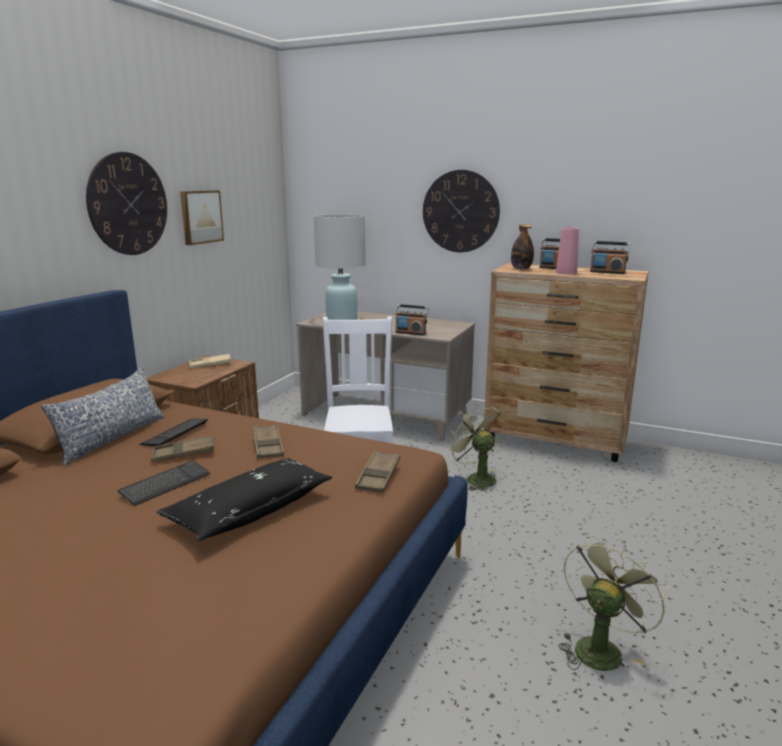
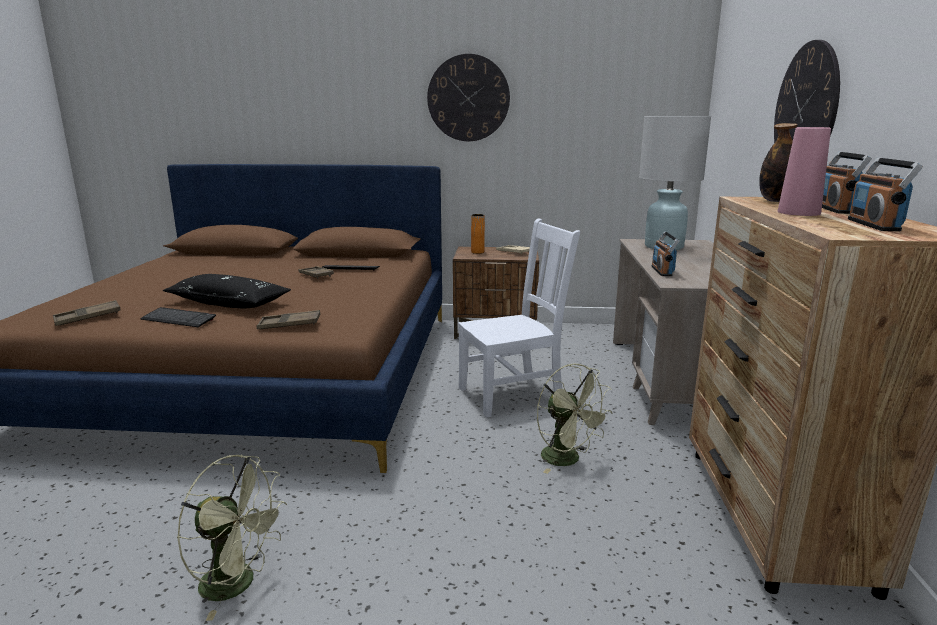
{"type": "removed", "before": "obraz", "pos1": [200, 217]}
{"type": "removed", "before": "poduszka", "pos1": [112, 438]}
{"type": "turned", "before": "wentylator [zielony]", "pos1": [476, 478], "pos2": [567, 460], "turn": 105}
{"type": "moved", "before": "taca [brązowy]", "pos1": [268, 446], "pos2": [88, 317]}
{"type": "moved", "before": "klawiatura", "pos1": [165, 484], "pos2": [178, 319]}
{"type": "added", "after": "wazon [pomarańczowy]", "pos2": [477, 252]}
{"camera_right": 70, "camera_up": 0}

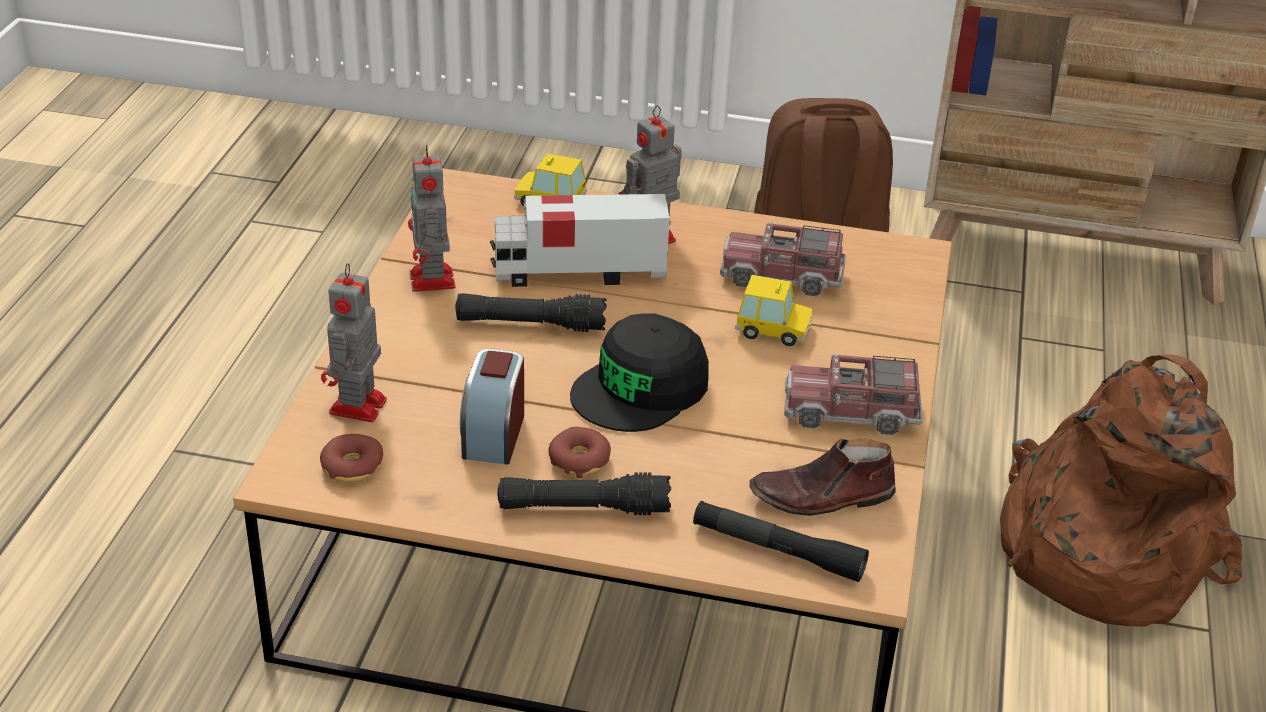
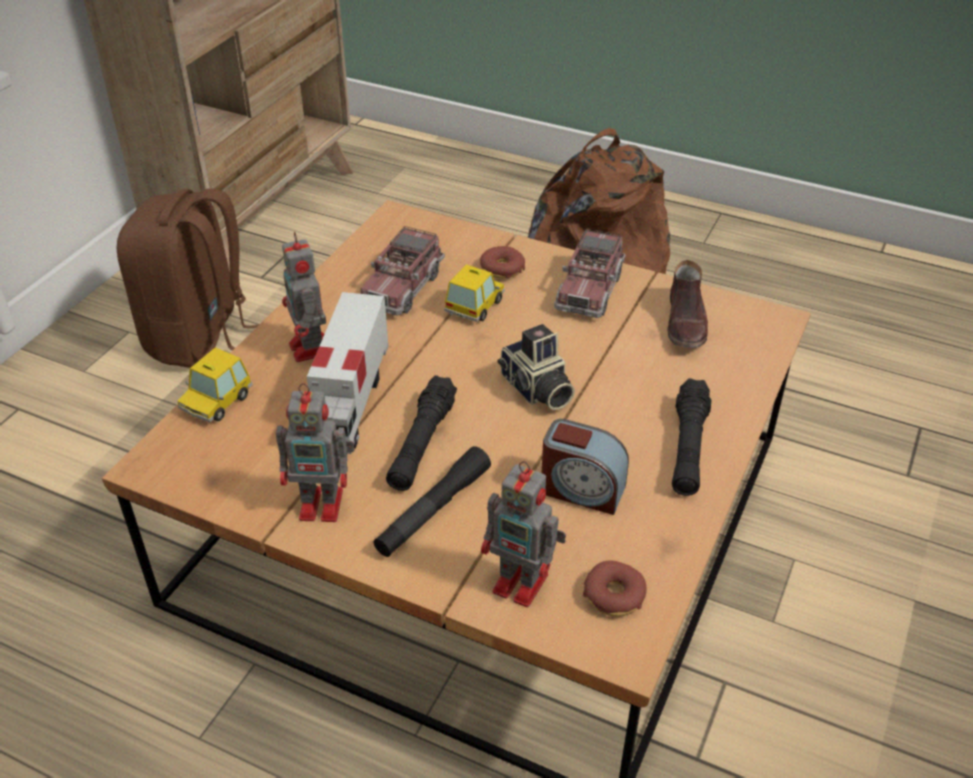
{"type": "replaced", "before": "czapka z daszkiem [czarny]", "after": "aparat fotograficzny", "pos1": [641, 388], "pos2": [536, 390]}
{"type": "moved", "before": "donut", "pos1": [579, 460], "pos2": [502, 269]}
{"type": "moved", "before": "latarka [czarny]", "pos1": [777, 550], "pos2": [433, 510]}
{"camera_right": -75, "camera_up": 5}

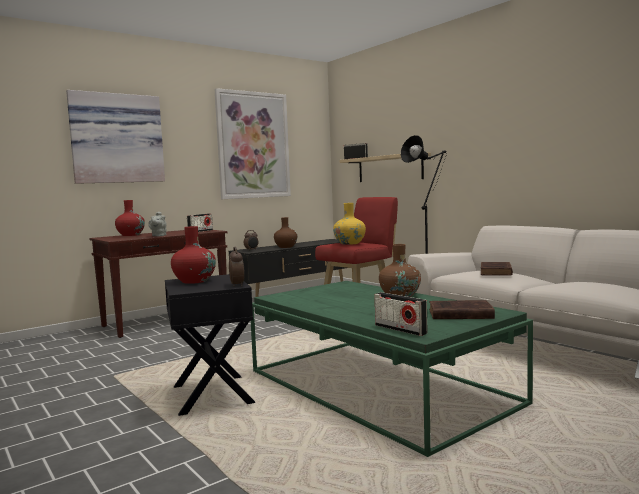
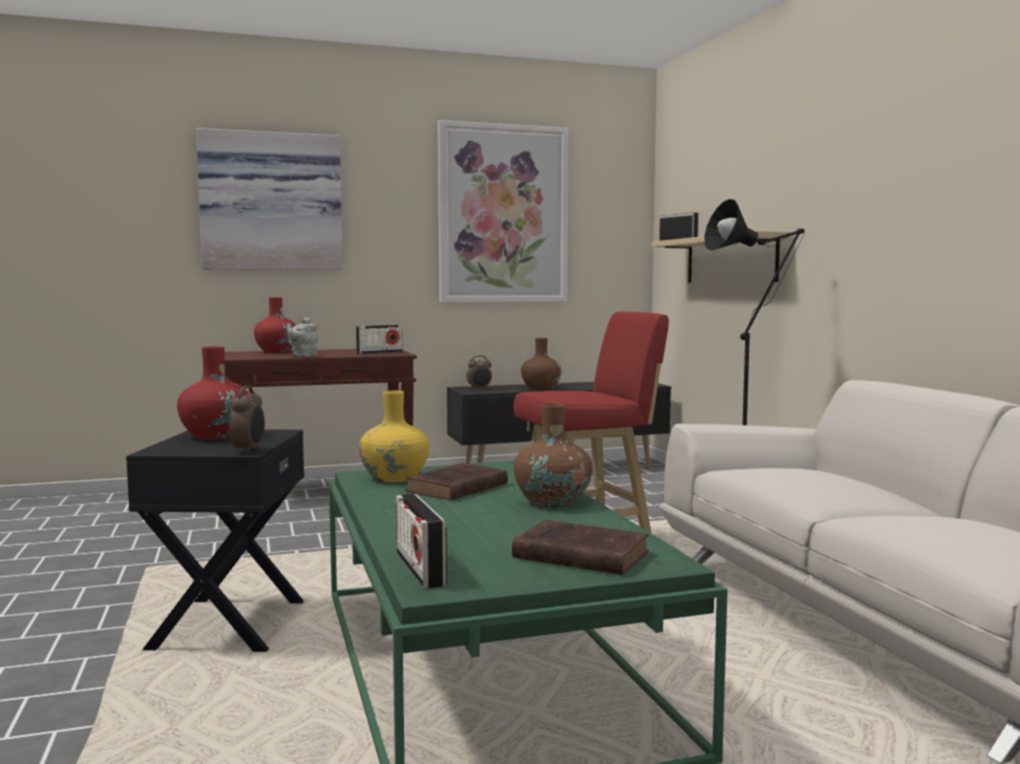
{"type": "moved", "before": "wazon [żółty]", "pos1": [350, 243], "pos2": [394, 478]}
{"type": "moved", "before": "książka [brązowy]", "pos1": [496, 272], "pos2": [455, 488]}
{"camera_right": 20, "camera_up": 0}

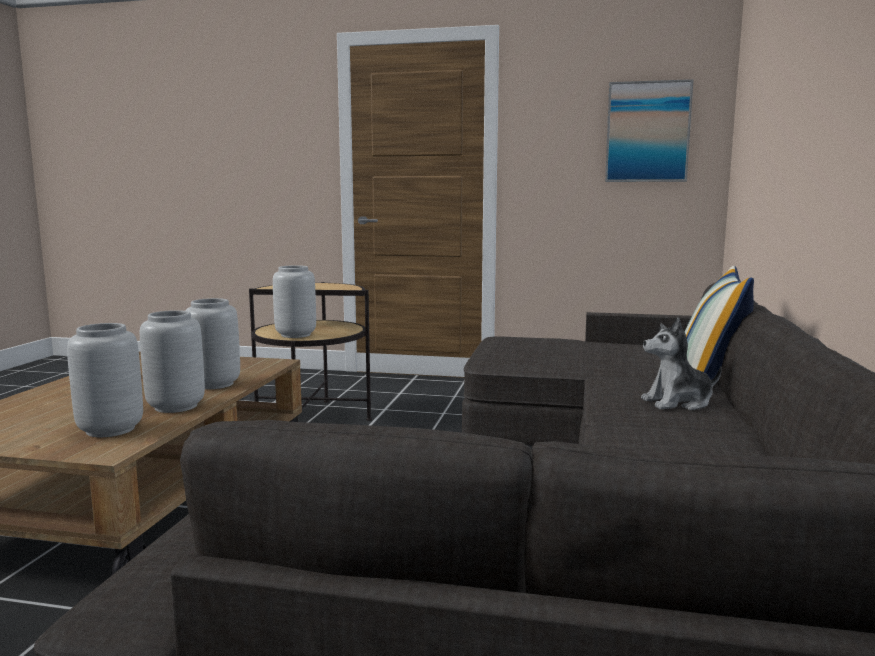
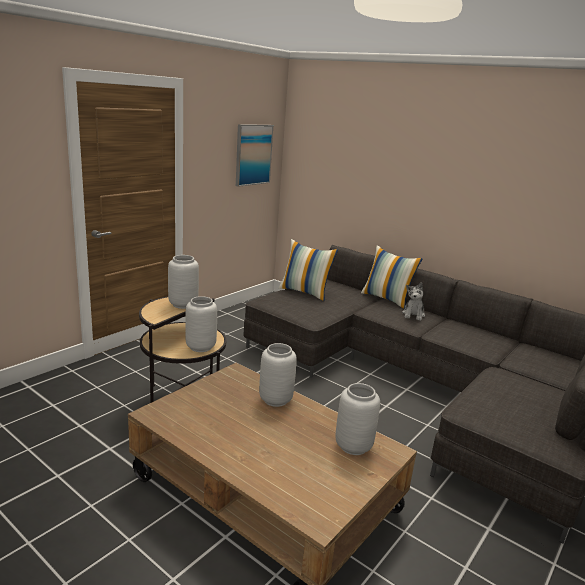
{"type": "moved", "before": "wazon [szary]", "pos1": [174, 406], "pos2": [183, 305]}
{"type": "added", "after": "poduszka", "pos2": [305, 292]}
{"camera_right": -65, "camera_up": 10}

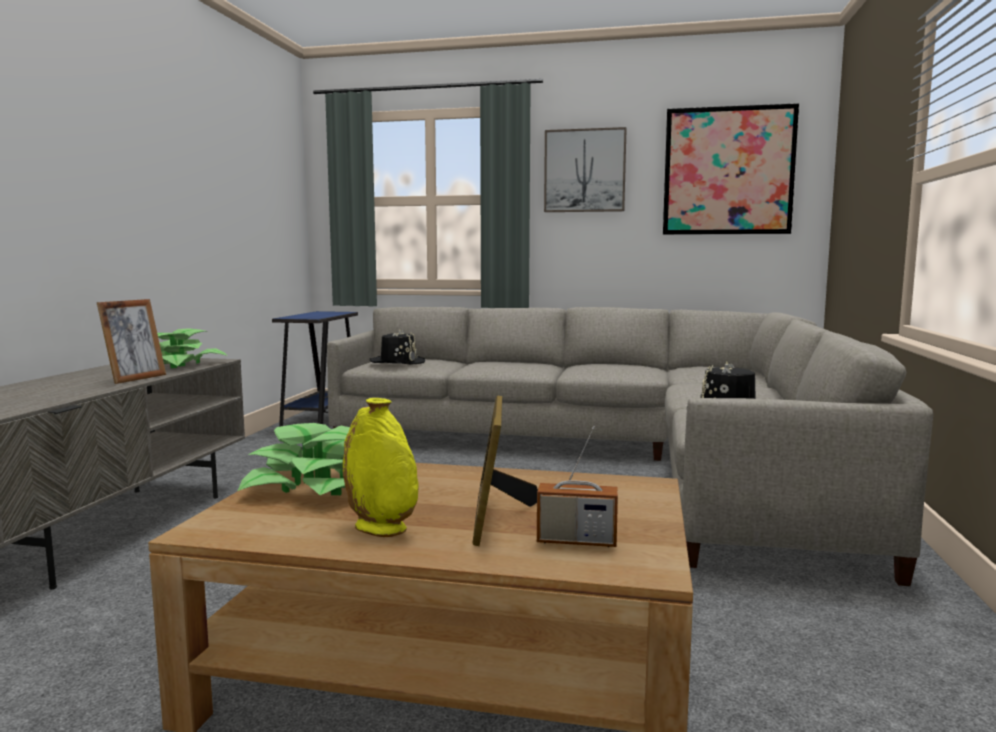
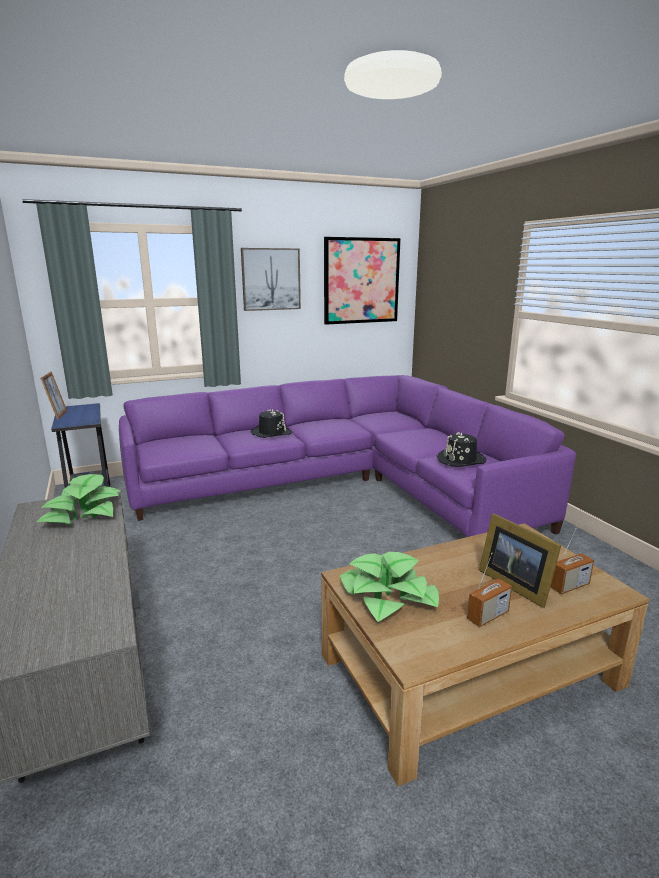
{"type": "moved", "before": "ramka na zdjęcie", "pos1": [135, 379], "pos2": [57, 415]}
{"type": "recoloured", "before": "kanapa [szary]", "after": "kanapa [fioletowy]", "pos1": [616, 458], "pos2": [343, 484]}
{"type": "moved", "before": "kapelusz [czarny]", "pos1": [397, 362], "pos2": [271, 433]}
{"type": "replaced", "before": "wazon [żółty]", "after": "radio", "pos1": [380, 529], "pos2": [488, 616]}
{"camera_right": -35, "camera_up": 10}

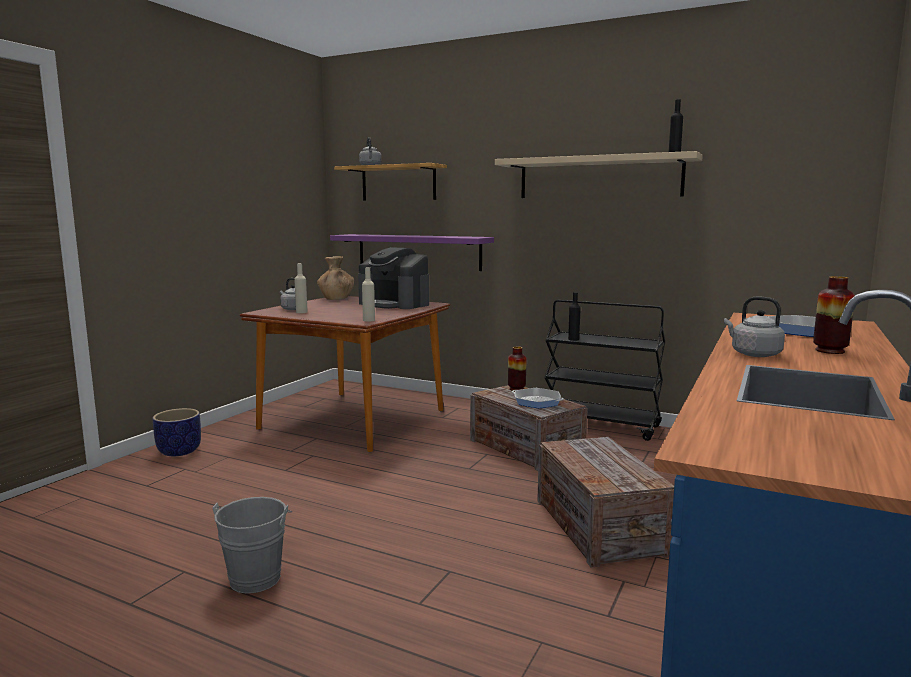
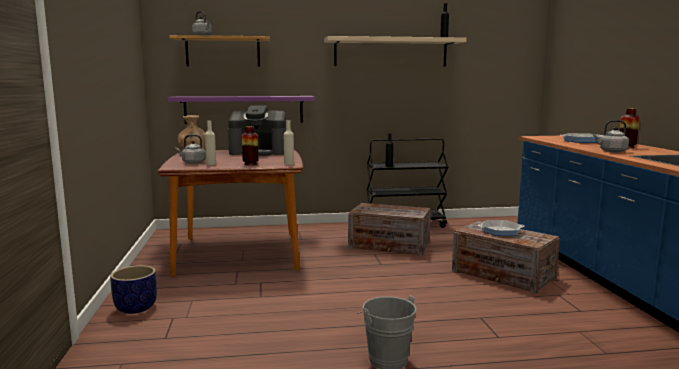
{"type": "moved", "before": "wazon", "pos1": [516, 389], "pos2": [250, 164]}
{"type": "moved", "before": "patelnia", "pos1": [537, 402], "pos2": [500, 231]}
{"camera_right": -35, "camera_up": 0}

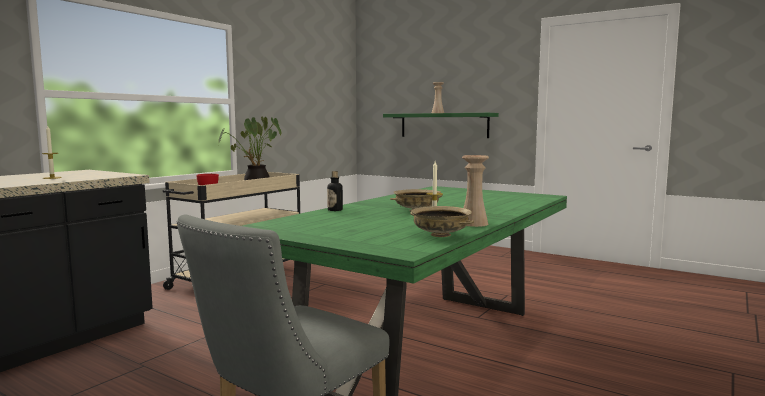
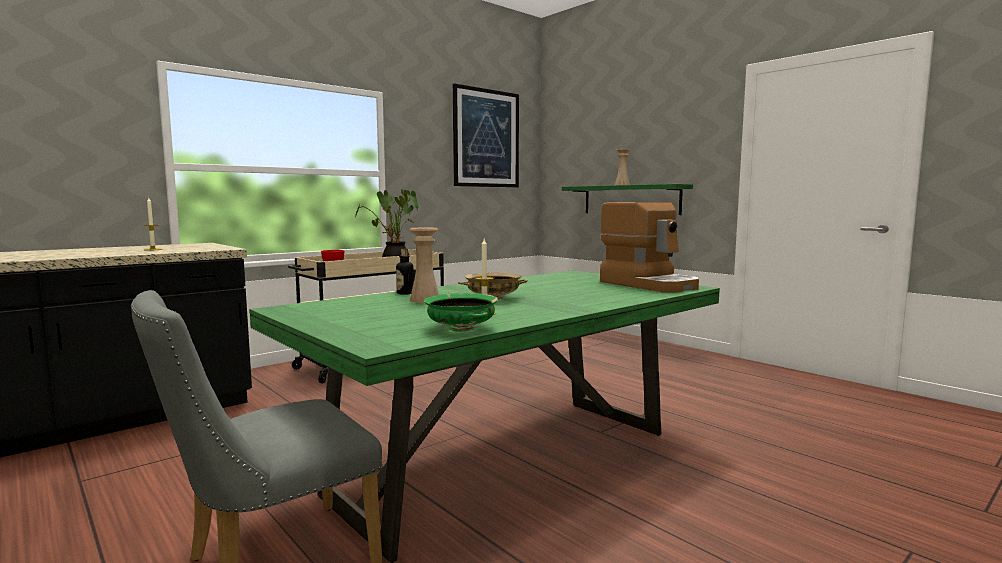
{"type": "moved", "before": "wazon [beżowy]", "pos1": [473, 223], "pos2": [425, 300]}
{"type": "recoloured", "before": "miska [beżowy]", "after": "miska [zielony]", "pos1": [441, 235], "pos2": [461, 329]}
{"type": "added", "after": "obraz", "pos2": [486, 138]}
{"type": "added", "after": "ekspres do kawy", "pos2": [649, 284]}
{"camera_right": 15, "camera_up": 0}

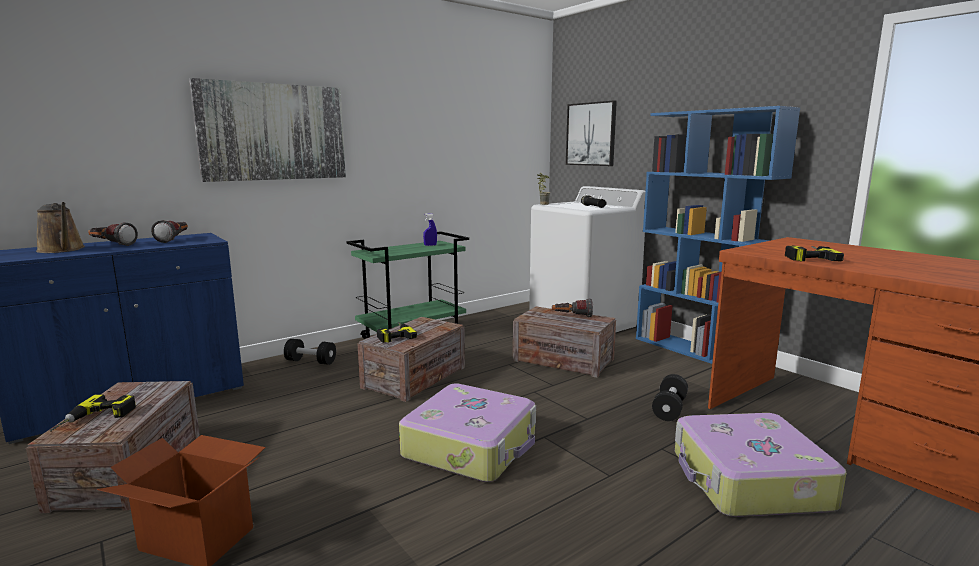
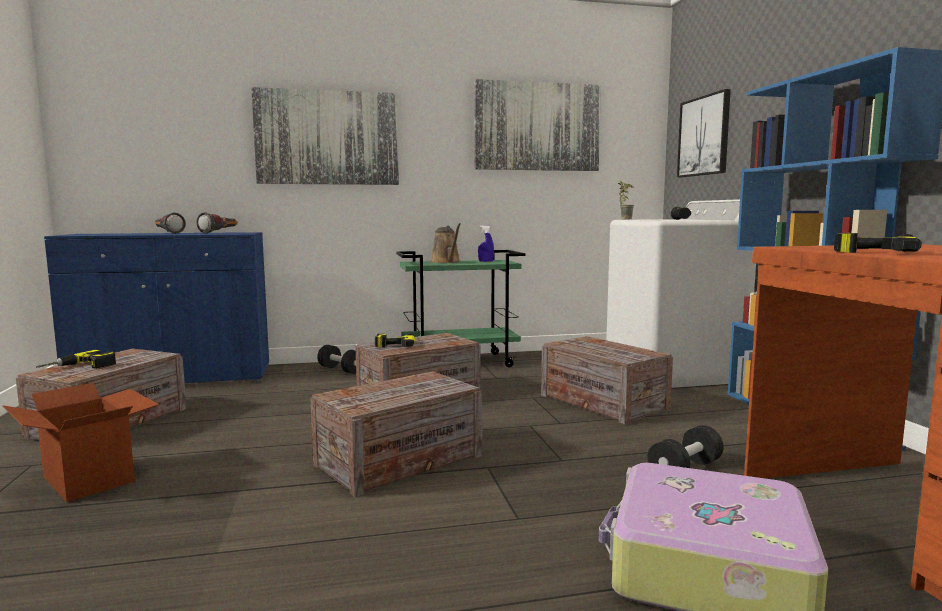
{"type": "moved", "before": "konewka [brązowy]", "pos1": [62, 250], "pos2": [446, 262]}
{"type": "removed", "before": "latarka", "pos1": [572, 316]}
{"type": "replaced", "before": "walizka", "after": "skrzynka", "pos1": [472, 446], "pos2": [399, 460]}
{"type": "added", "after": "obraz", "pos2": [537, 127]}
{"camera_right": 25, "camera_up": -5}

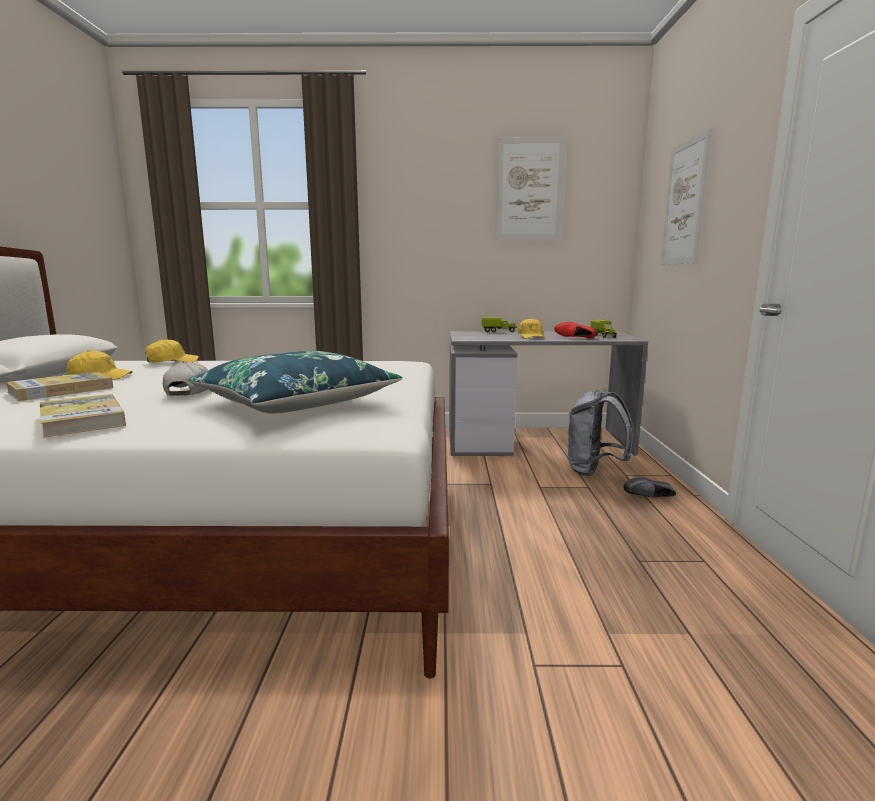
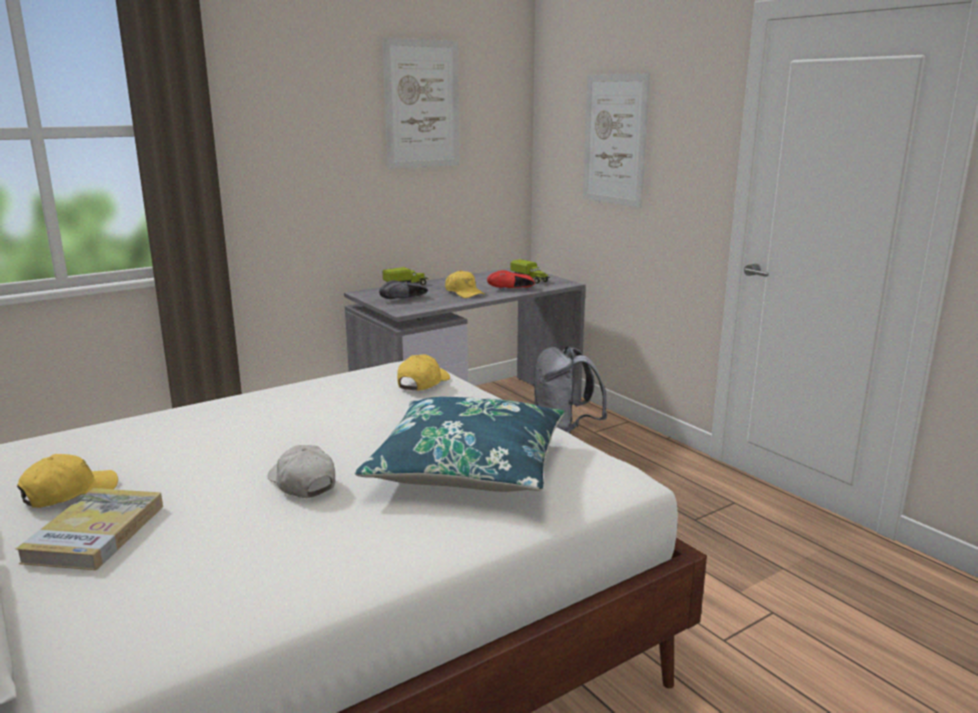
{"type": "moved", "before": "czapka z daszkiem [żółty]", "pos1": [172, 362], "pos2": [423, 383]}
{"type": "removed", "before": "książka", "pos1": [82, 420]}
{"type": "moved", "before": "but [czarny]", "pos1": [650, 498], "pos2": [405, 299]}
{"camera_right": -35, "camera_up": 5}

